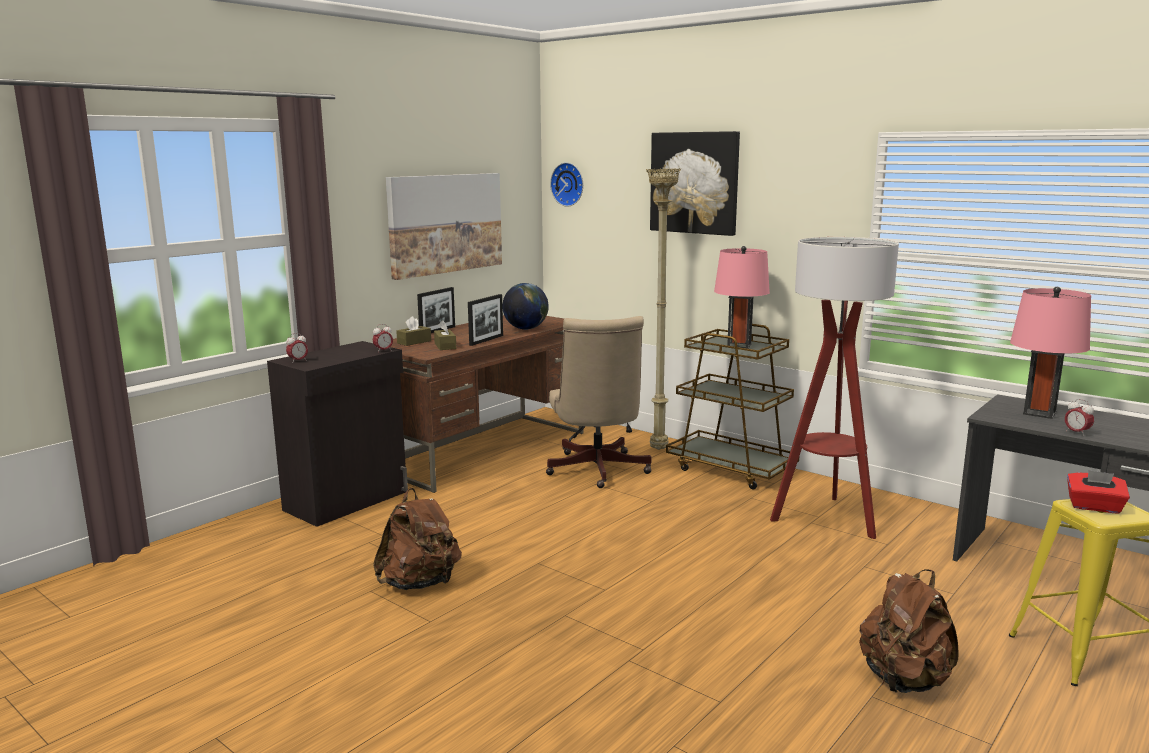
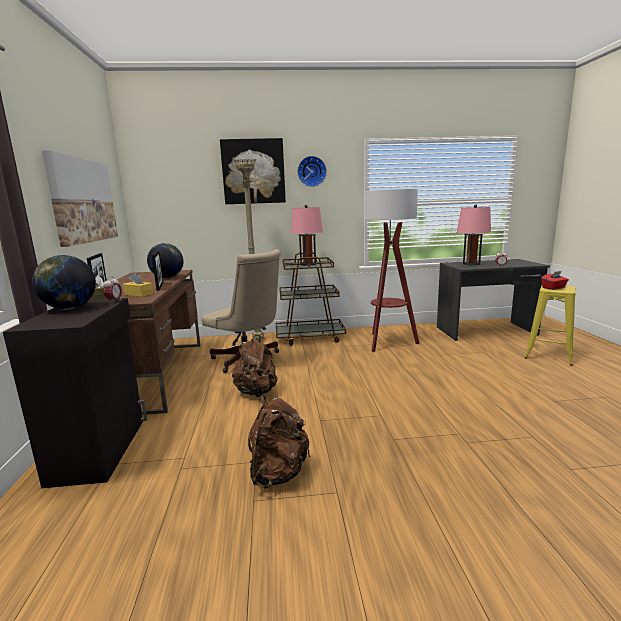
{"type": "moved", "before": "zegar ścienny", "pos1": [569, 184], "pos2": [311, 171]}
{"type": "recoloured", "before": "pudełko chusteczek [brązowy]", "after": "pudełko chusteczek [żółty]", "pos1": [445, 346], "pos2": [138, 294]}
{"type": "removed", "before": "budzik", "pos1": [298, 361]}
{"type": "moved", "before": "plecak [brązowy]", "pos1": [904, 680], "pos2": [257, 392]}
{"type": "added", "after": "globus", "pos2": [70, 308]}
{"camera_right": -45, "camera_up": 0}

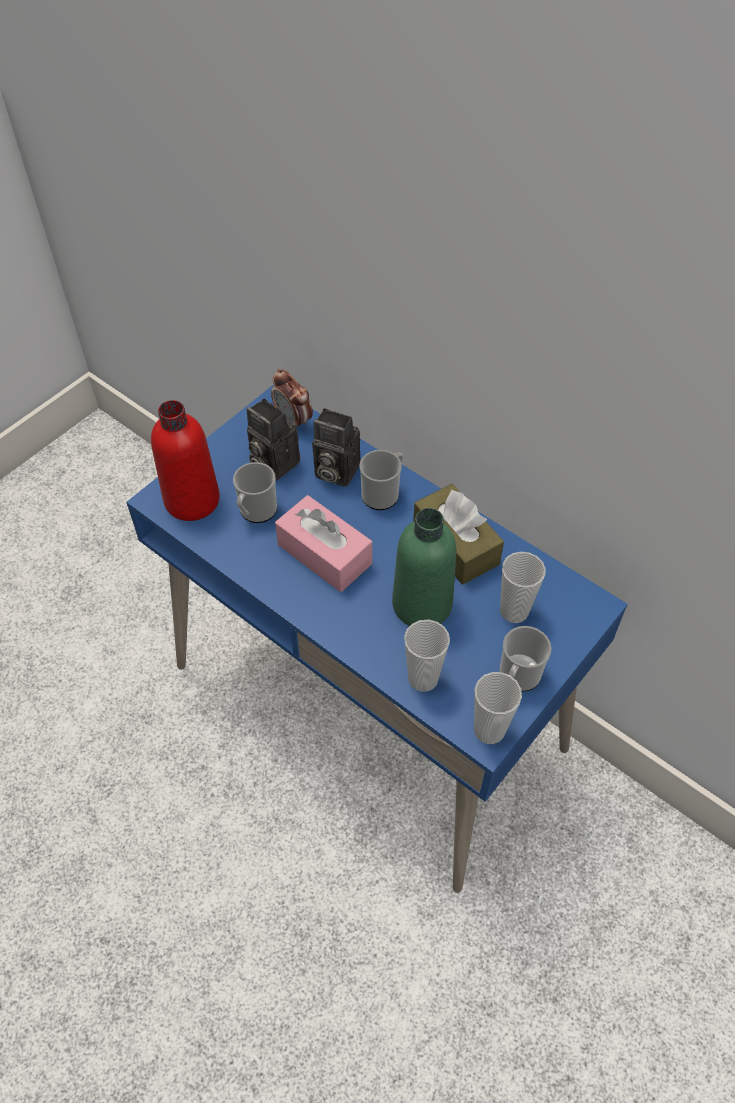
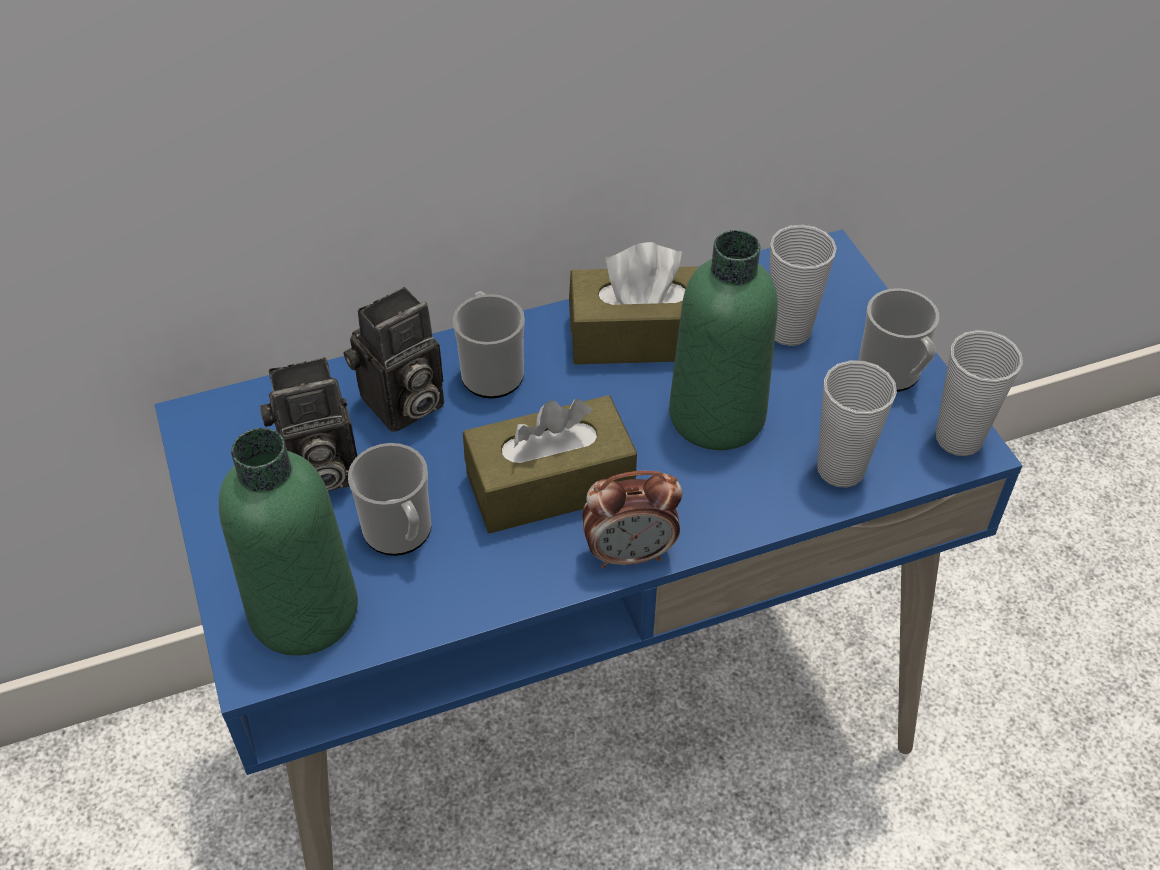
{"type": "moved", "before": "budzik", "pos1": [293, 421], "pos2": [630, 554]}
{"type": "recoloured", "before": "butelka [czerwony]", "after": "butelka [zielony]", "pos1": [192, 500], "pos2": [304, 611]}
{"type": "recoloured", "before": "pudełko chusteczek [różowy]", "after": "pudełko chusteczek [brązowy]", "pos1": [324, 554], "pos2": [550, 484]}
{"camera_right": -60, "camera_up": -5}

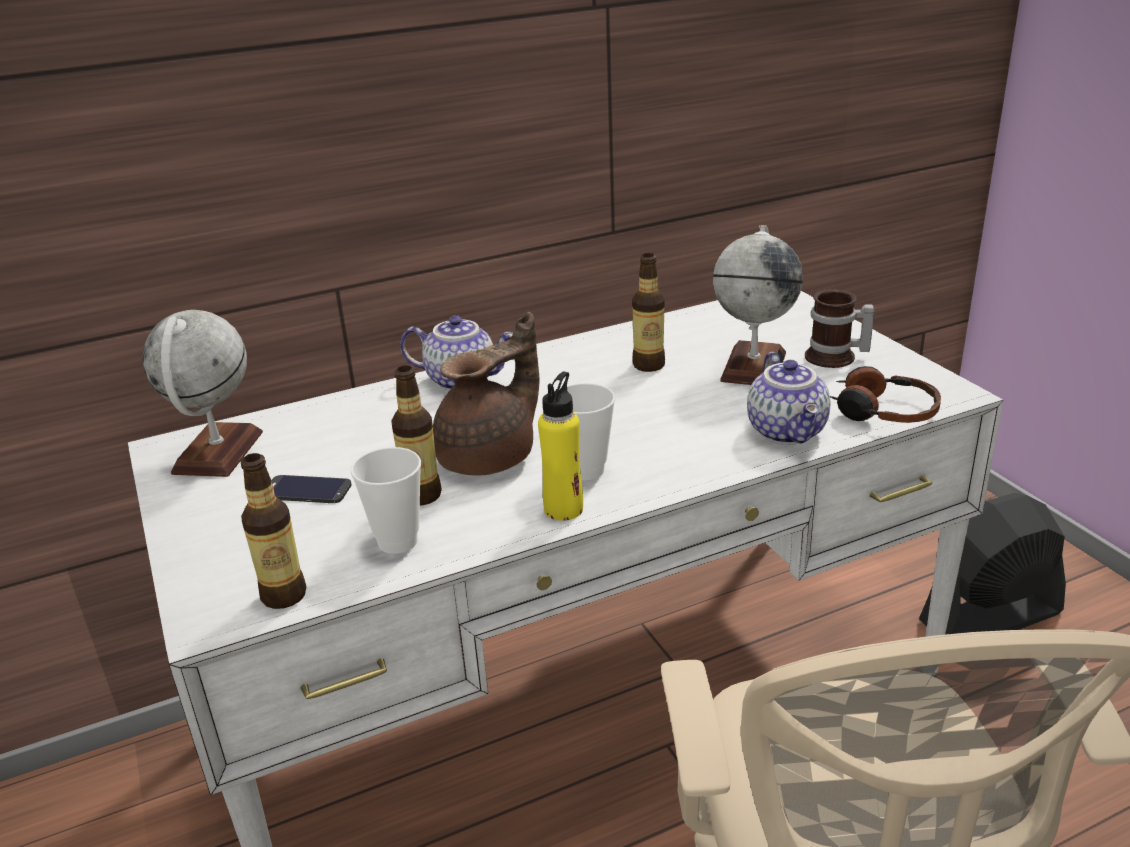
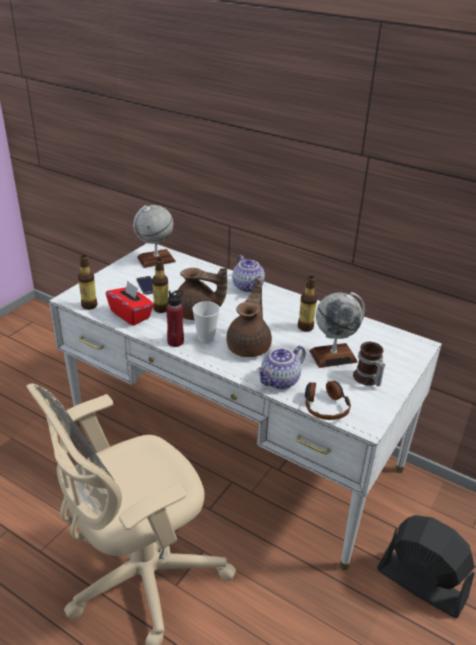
{"type": "recoloured", "before": "butelka [żółty]", "after": "butelka [czerwony]", "pos1": [563, 509], "pos2": [175, 342]}
{"type": "replaced", "before": "filiżanka", "after": "pudełko chusteczek [czerwony]", "pos1": [398, 541], "pos2": [131, 315]}
{"type": "added", "after": "imbryk [brązowy]", "pos2": [249, 346]}
{"camera_right": 55, "camera_up": 5}

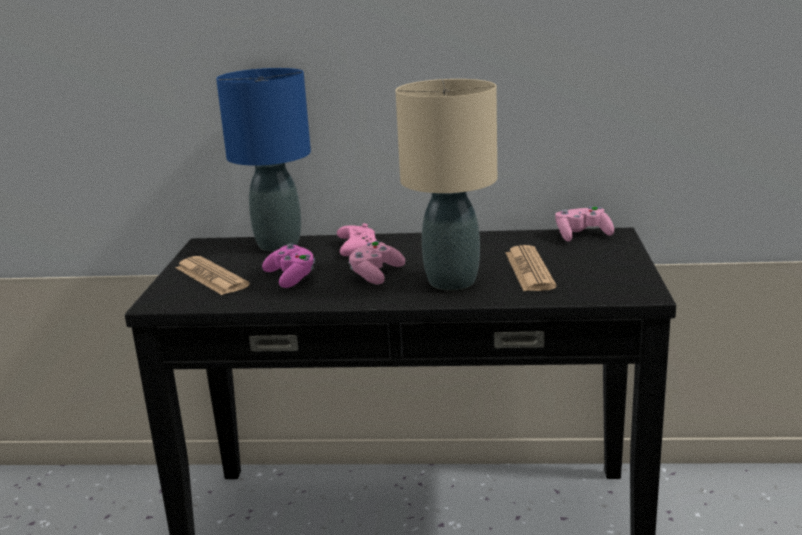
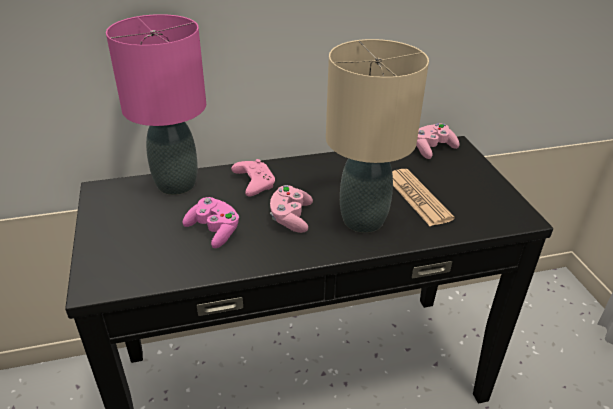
{"type": "recoloured", "before": "lampa stołowa [niebieski]", "after": "lampa stołowa [różowy]", "pos1": [278, 245], "pos2": [176, 185]}
{"type": "removed", "before": "gazeta", "pos1": [211, 277]}
{"camera_right": -20, "camera_up": 15}

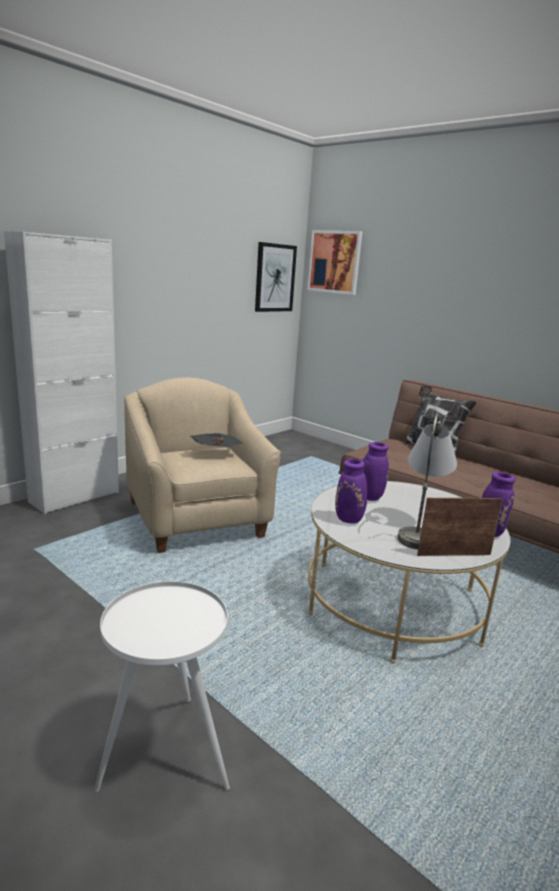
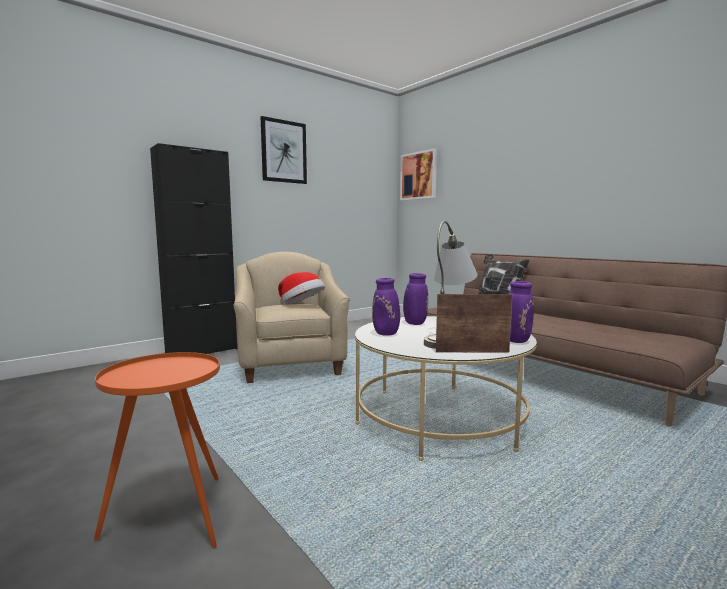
{"type": "recoloured", "before": "szafka [biały]", "after": "szafka [czarny]", "pos1": [74, 497], "pos2": [202, 351]}
{"type": "moved", "before": "obraz", "pos1": [275, 278], "pos2": [283, 151]}
{"type": "replaced", "before": "gazeta", "after": "kapelusz", "pos1": [216, 454], "pos2": [301, 305]}
{"type": "recoloured", "before": "stolik [biały]", "after": "stolik [pomarańczowy]", "pos1": [165, 756], "pos2": [172, 518]}
{"camera_right": 10, "camera_up": -10}

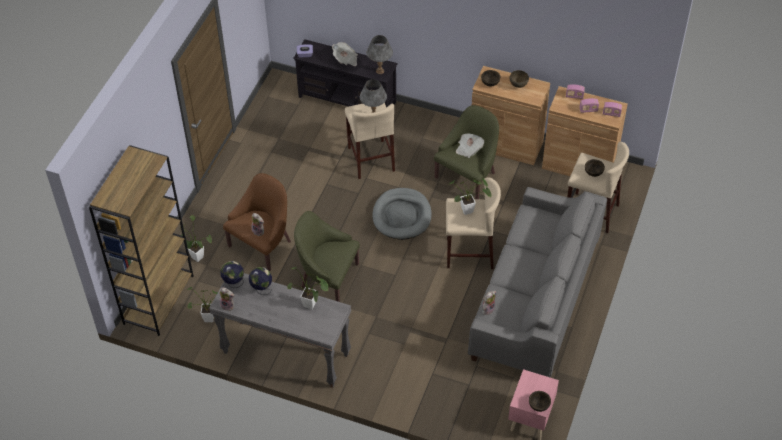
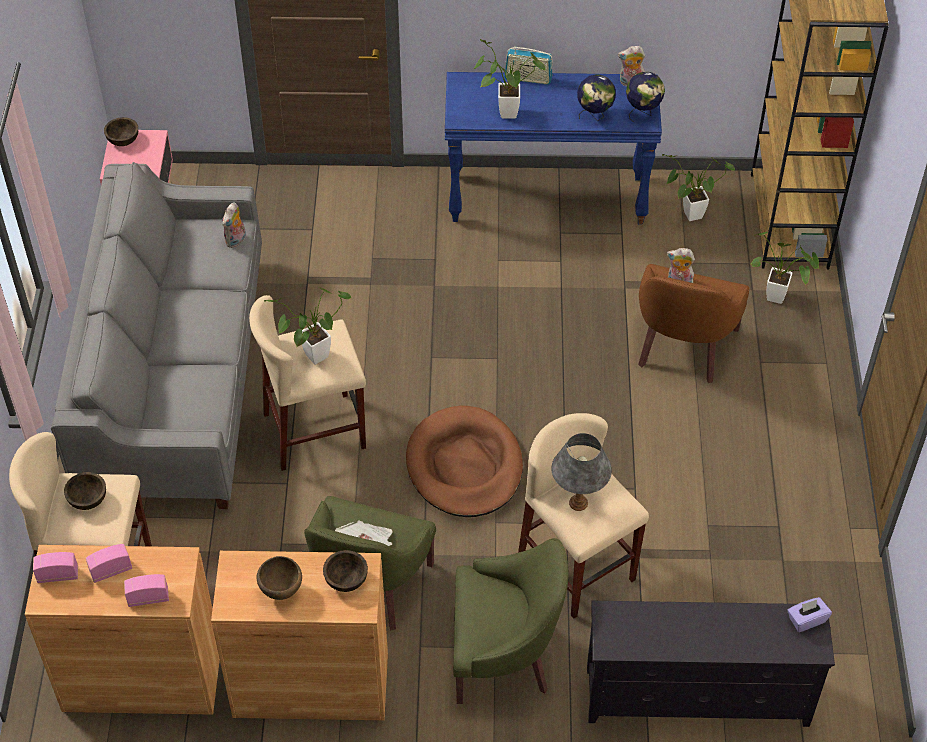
{"type": "removed", "before": "lampa stołowa [szary]", "pos1": [380, 71]}
{"type": "removed", "before": "gazeta", "pos1": [345, 60]}
{"type": "recoloured", "before": "legowisko [szary]", "after": "legowisko [brązowy]", "pos1": [402, 216], "pos2": [464, 466]}
{"type": "moved", "before": "fotel [zielony]", "pos1": [327, 278], "pos2": [504, 654]}
{"type": "recoloured", "before": "stolik konsolowy [szary]", "after": "stolik konsolowy [niebieski]", "pos1": [285, 354], "pos2": [548, 198]}
{"type": "added", "after": "radio", "pos2": [528, 78]}
{"camera_right": 160, "camera_up": 0}

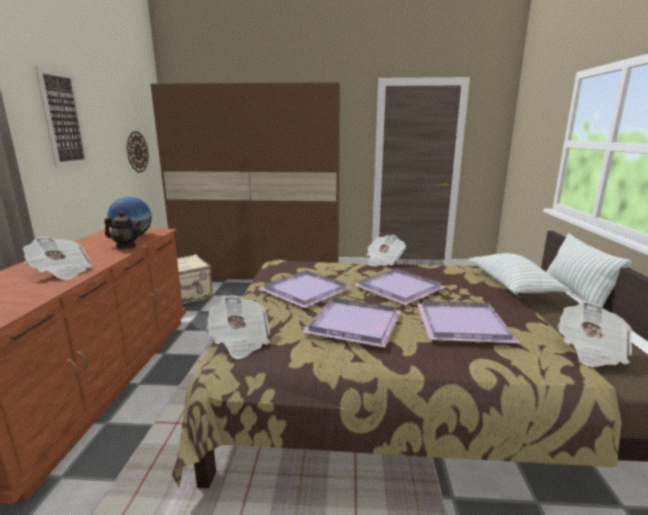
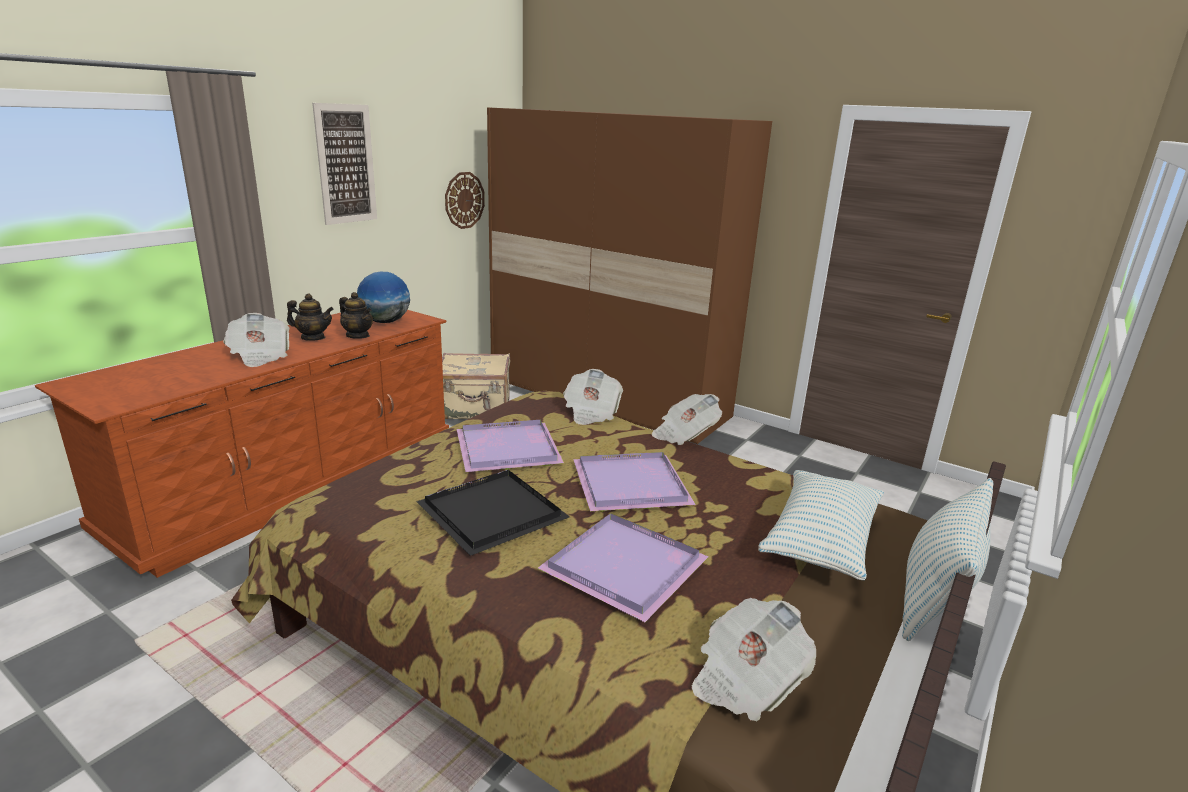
{"type": "moved", "before": "gazeta", "pos1": [240, 341], "pos2": [591, 412]}
{"type": "recoloured", "before": "taca [fioletowy]", "after": "taca [czarny]", "pos1": [355, 325], "pos2": [491, 515]}
{"type": "added", "after": "imbryk", "pos2": [313, 338]}
{"camera_right": 30, "camera_up": 5}

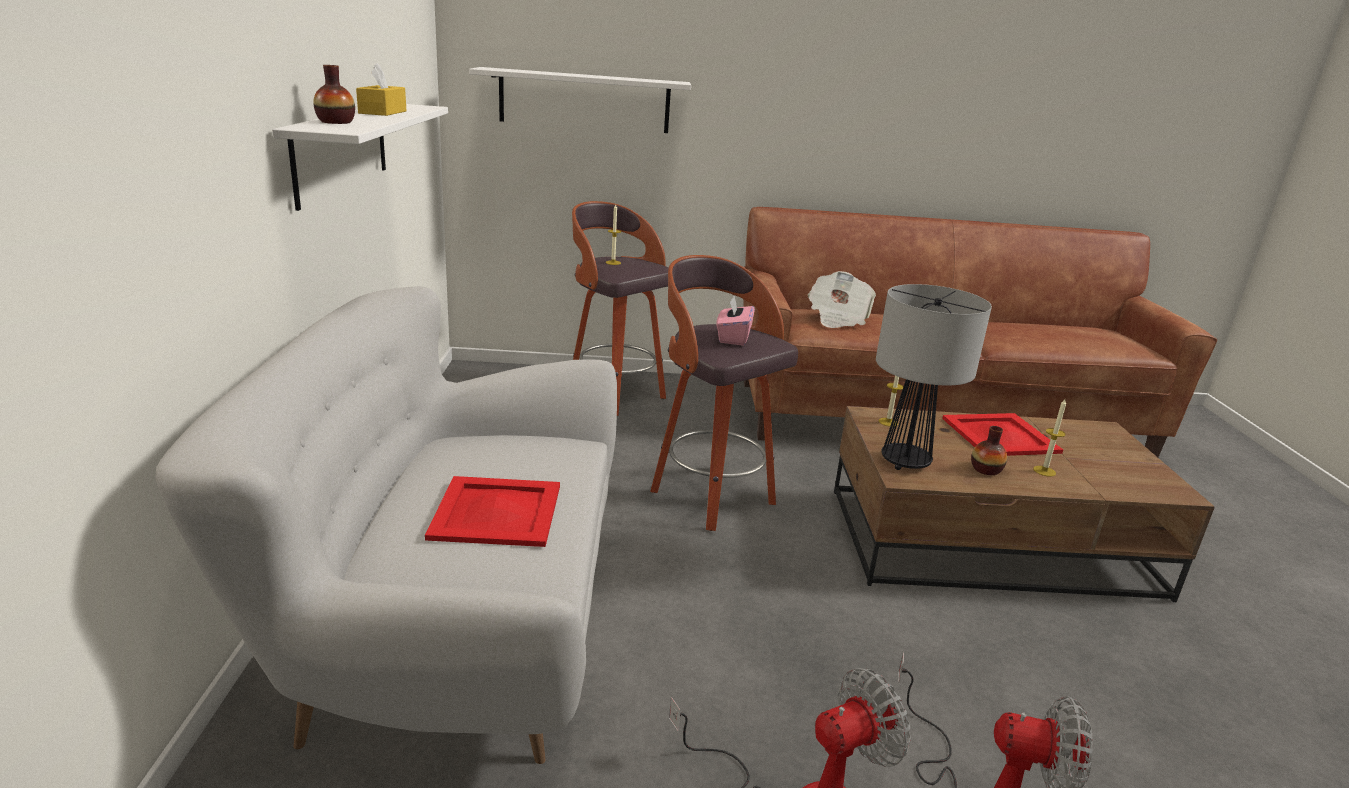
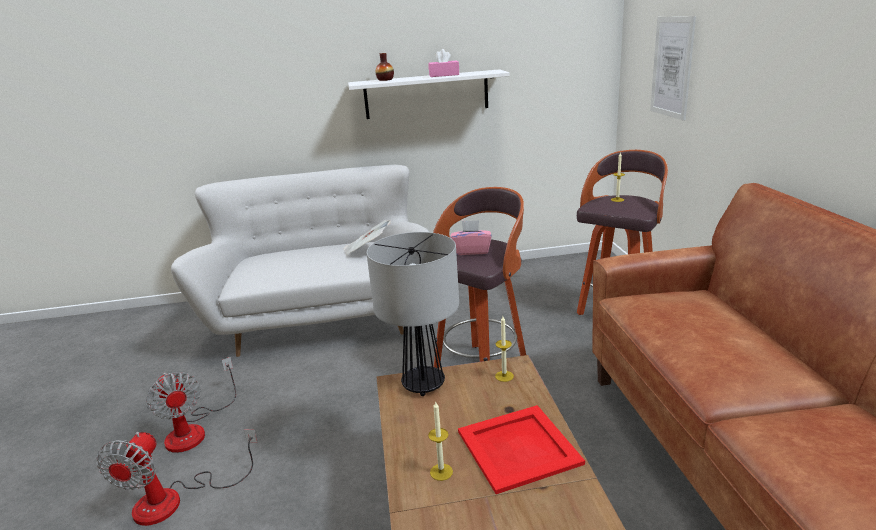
{"type": "recoloured", "before": "pudełko chusteczek [żółty]", "after": "pudełko chusteczek [różowy]", "pos1": [383, 112], "pos2": [444, 75]}
{"type": "replaced", "before": "półka [biały]", "after": "obraz", "pos1": [584, 101], "pos2": [672, 67]}
{"type": "moved", "before": "gazeta", "pos1": [837, 318], "pos2": [367, 250]}
{"type": "removed", "before": "wazon", "pos1": [986, 469]}
{"type": "removed", "before": "taca [czerwony]", "pos1": [495, 512]}
{"camera_right": 85, "camera_up": 0}

